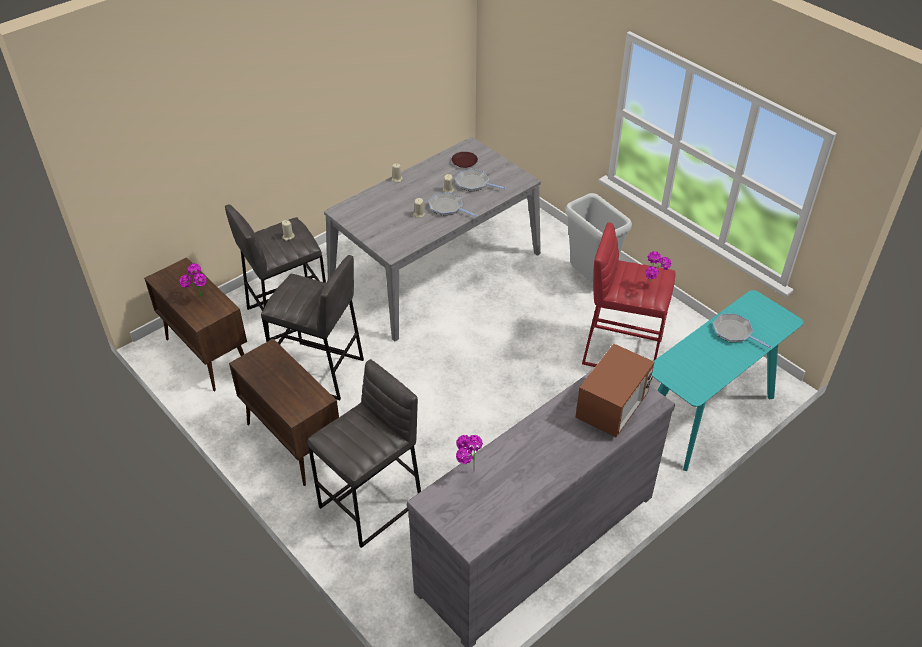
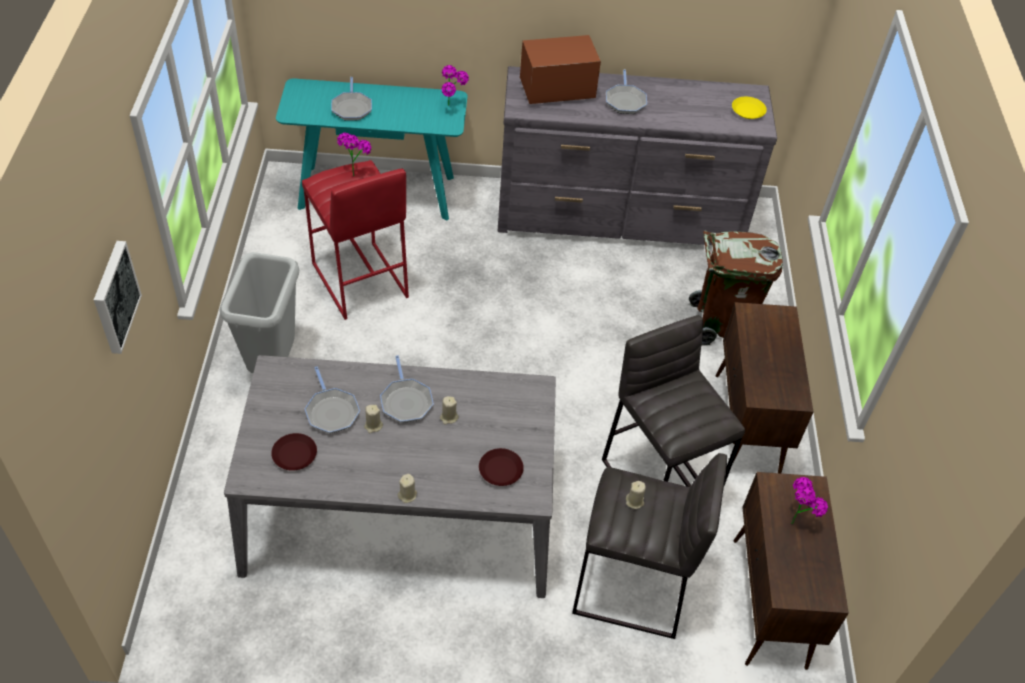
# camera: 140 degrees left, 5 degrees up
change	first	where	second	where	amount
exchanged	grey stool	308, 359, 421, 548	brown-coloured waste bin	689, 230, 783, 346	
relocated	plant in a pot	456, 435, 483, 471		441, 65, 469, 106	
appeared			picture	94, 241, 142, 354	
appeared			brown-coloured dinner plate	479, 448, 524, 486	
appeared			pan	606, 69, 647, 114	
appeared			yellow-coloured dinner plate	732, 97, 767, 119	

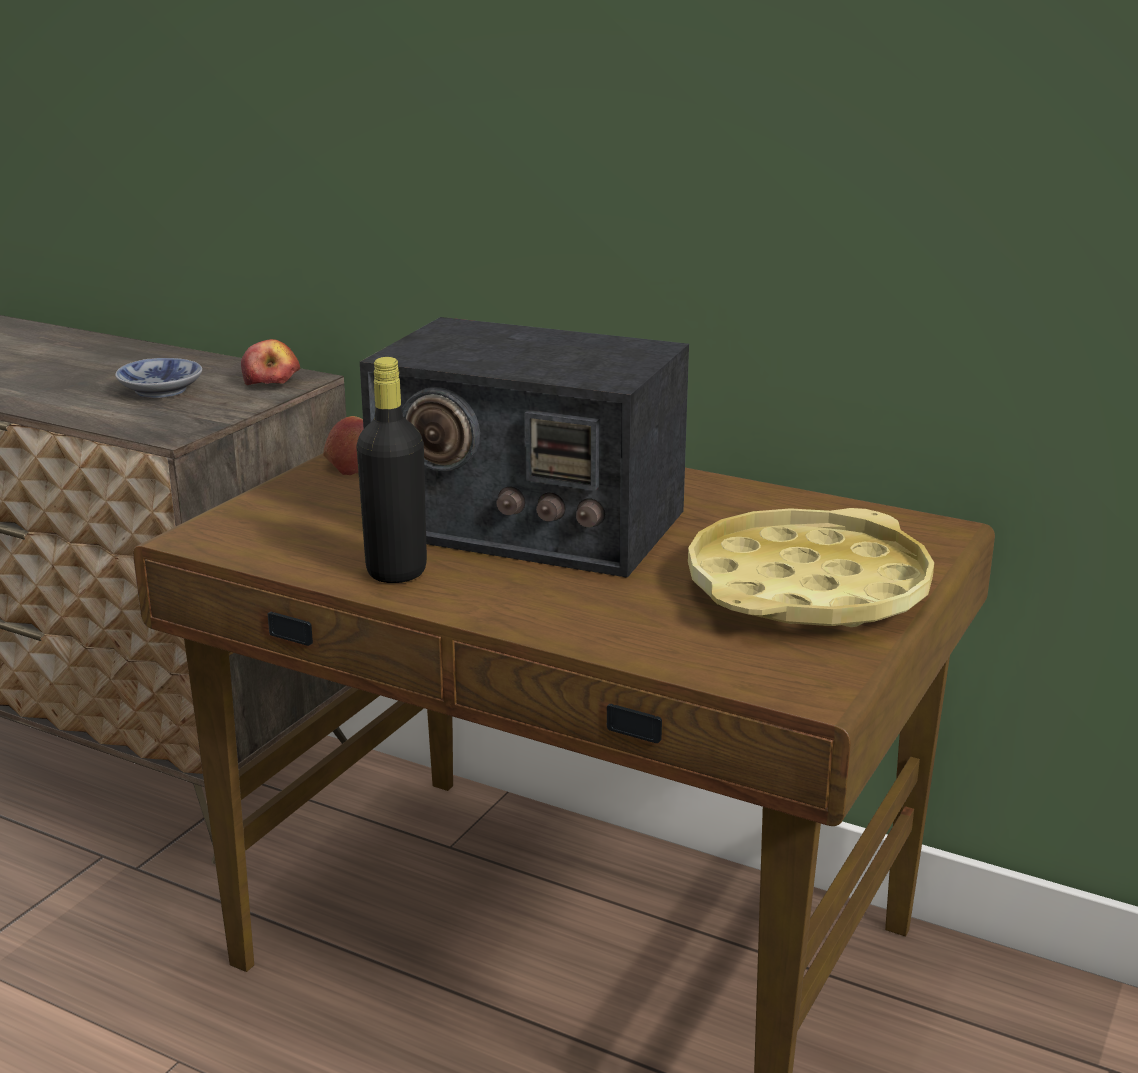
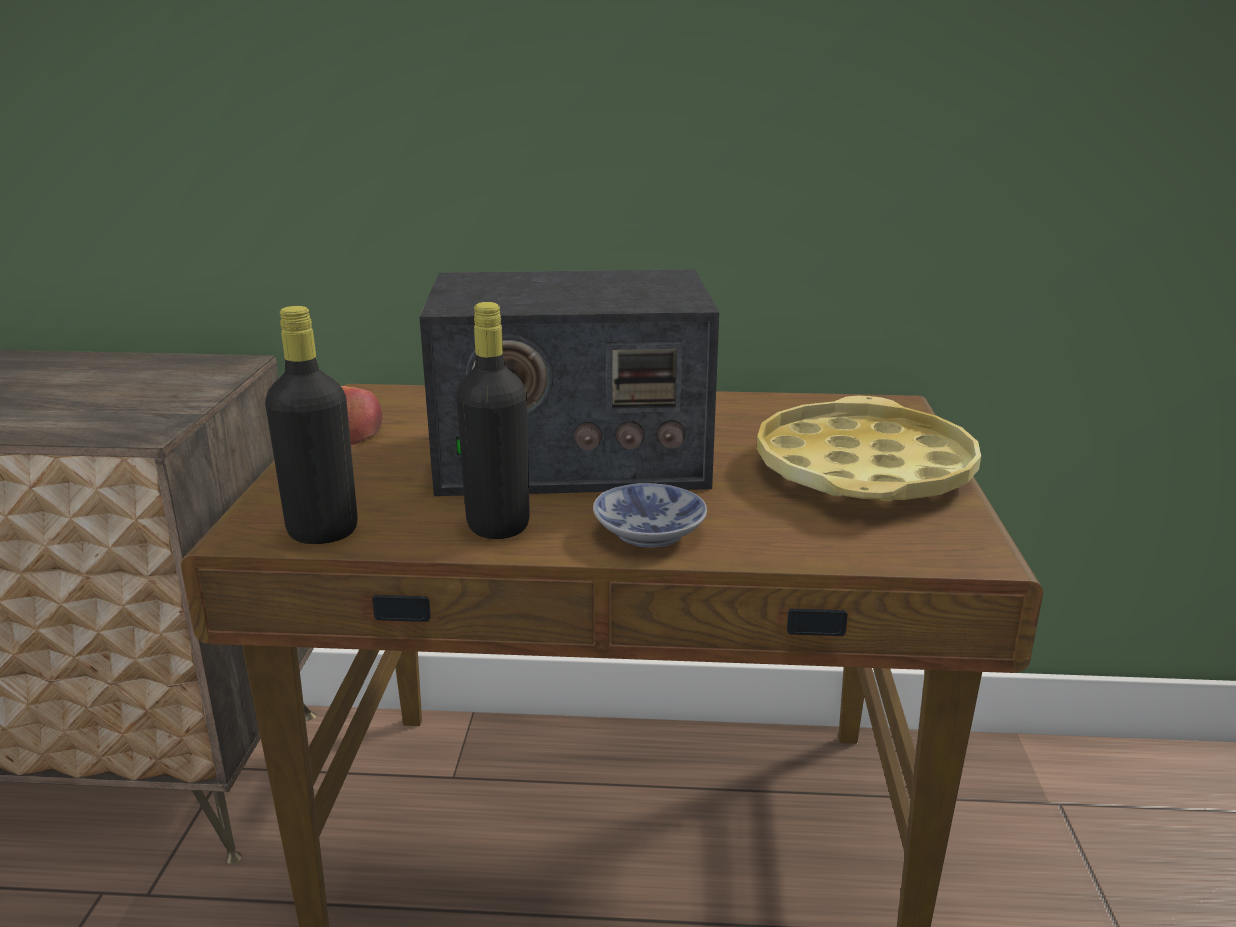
# camera: 25 degrees left, 0 degrees up
change	first	where	second	where	amount
relocated	deep dish	115, 358, 202, 398		593, 483, 707, 548	
missing	whole apple	241, 339, 300, 385			
appeared			blackish drink bottle	265, 306, 358, 544	

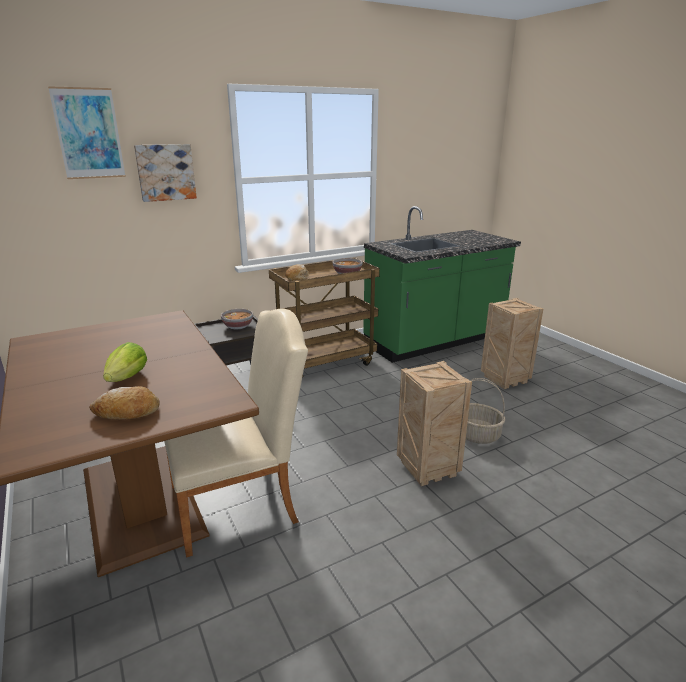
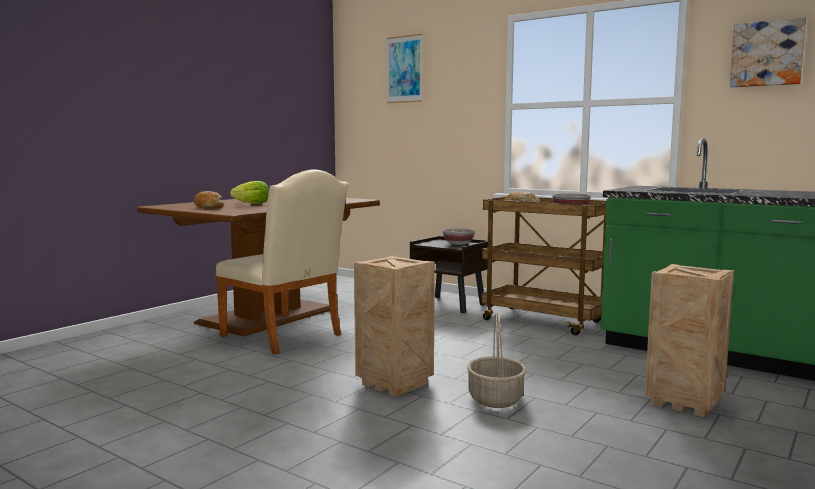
# camera: 65 degrees right, 15 degrees down
change	first	where	second	where	amount
relocated	picture	134, 144, 197, 202		730, 17, 806, 87	

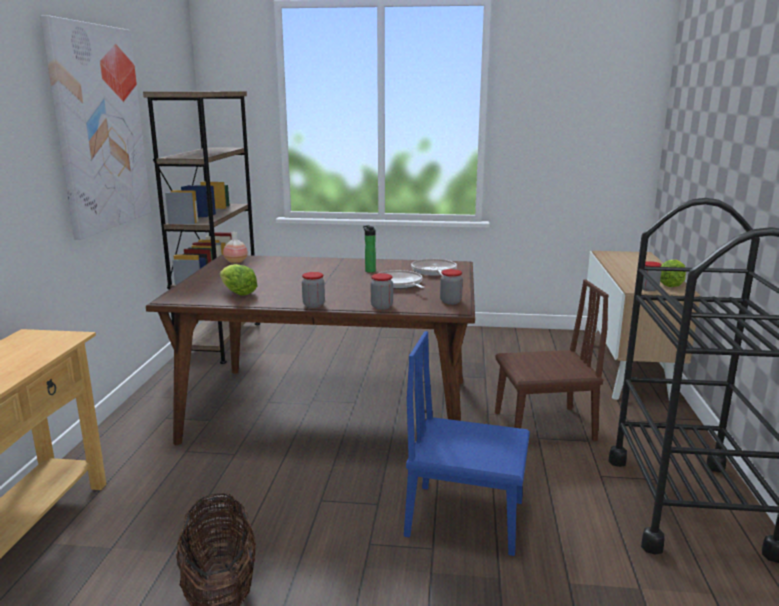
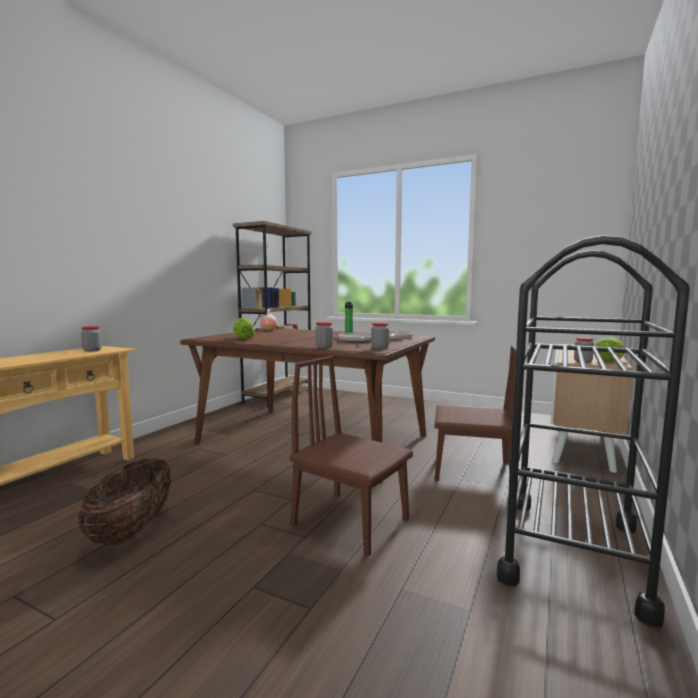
# camera: 20 degrees right, 10 degrees down
change	first	where	second	where	amount
missing	picture	40, 15, 151, 240			
relocated	storage jar	302, 272, 325, 308		81, 326, 102, 352	
colour	blue-coloured plain chair	404, 331, 530, 556	brown-coloured plain chair	290, 356, 413, 557	

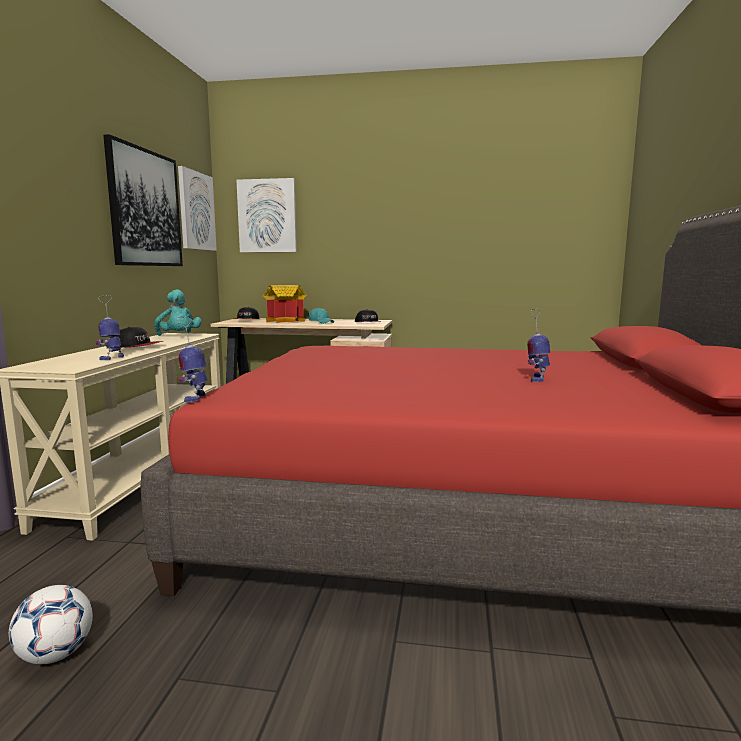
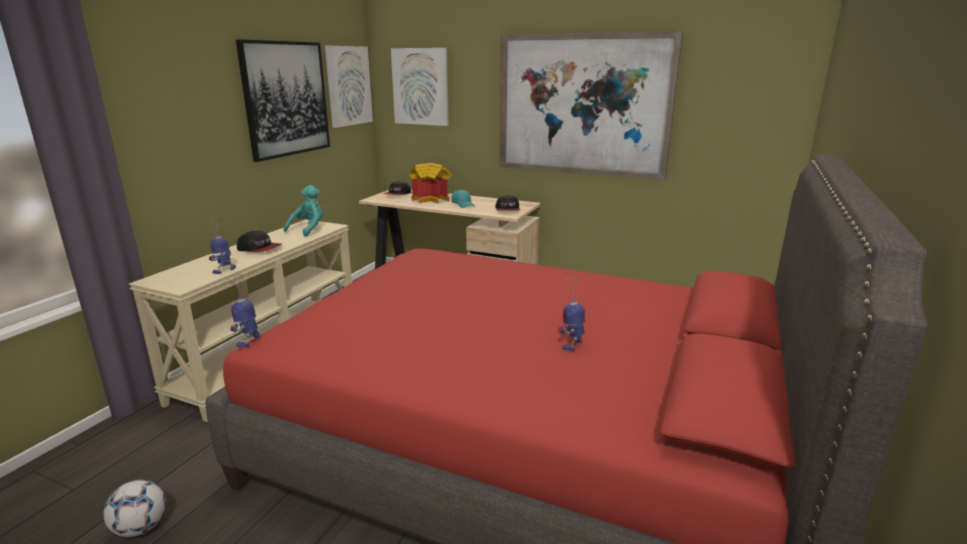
# camera: 15 degrees right, 10 degrees up
change	first	where	second	where	amount
spun	turquoise-coloured cuddly toy	154, 289, 202, 336		284, 185, 323, 237	135 degrees counterclockwise
appeared			picture	500, 31, 683, 180	

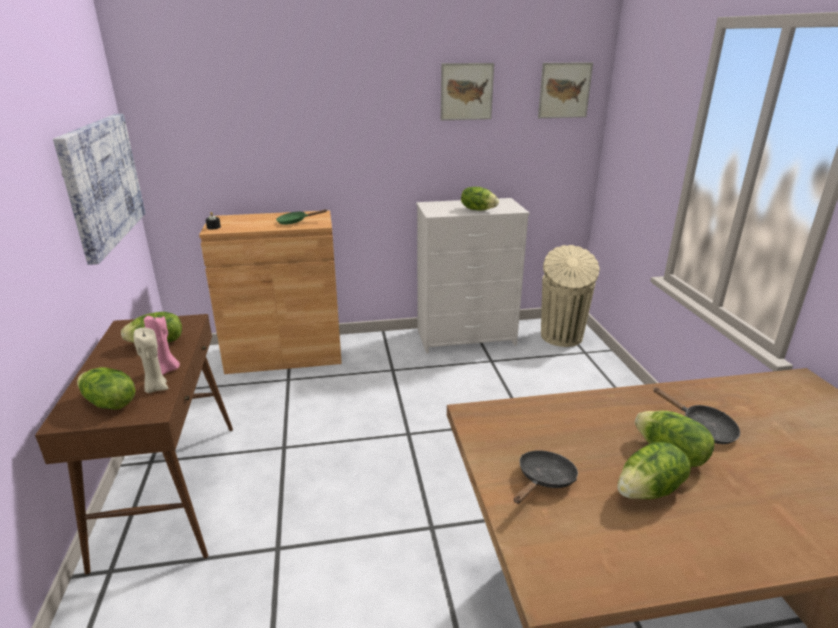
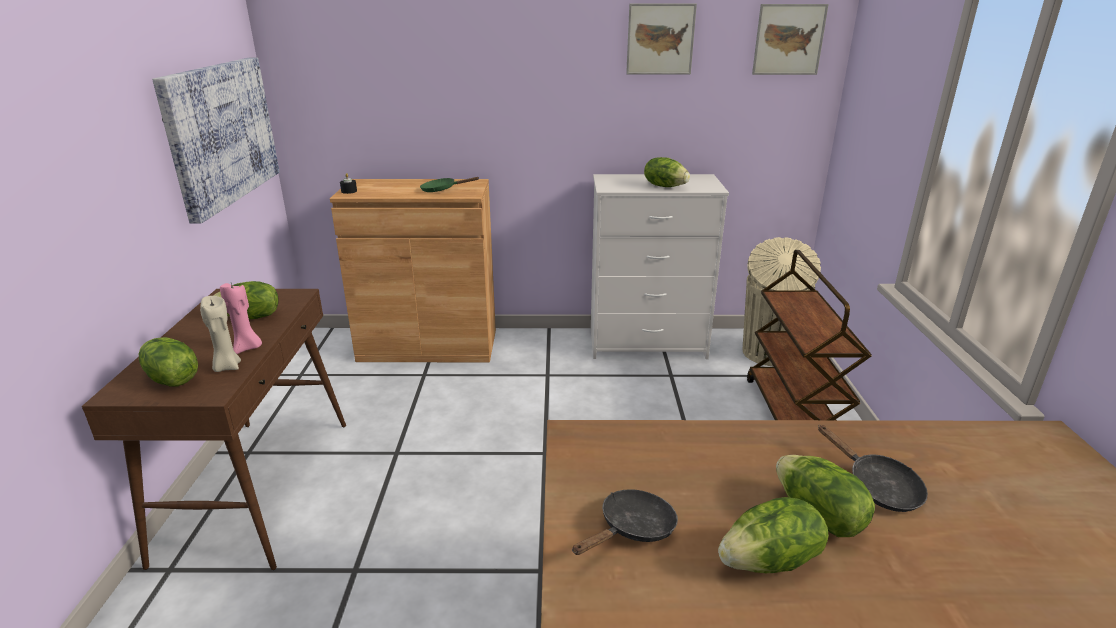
# camera: 10 degrees right, 0 degrees up
change	first	where	second	where	amount
appeared			brown-coloured cart	747, 250, 871, 420	

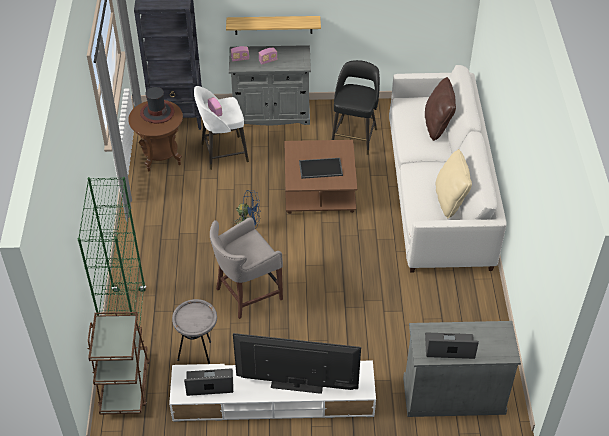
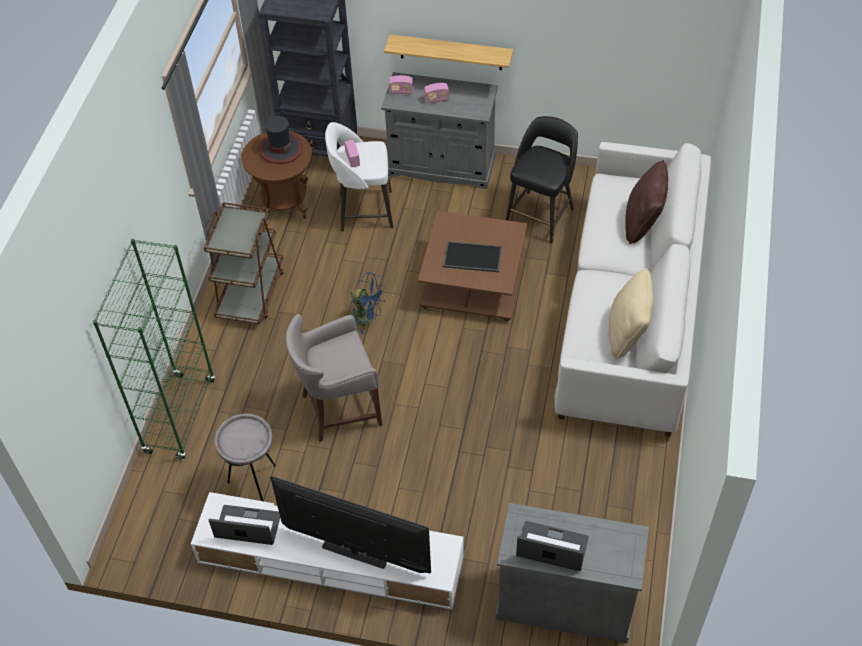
# camera: 15 degrees right, 5 degrees up
change	first	where	second	where	amount
relocated	brown-coloured cart	88, 312, 150, 415		204, 202, 284, 324	

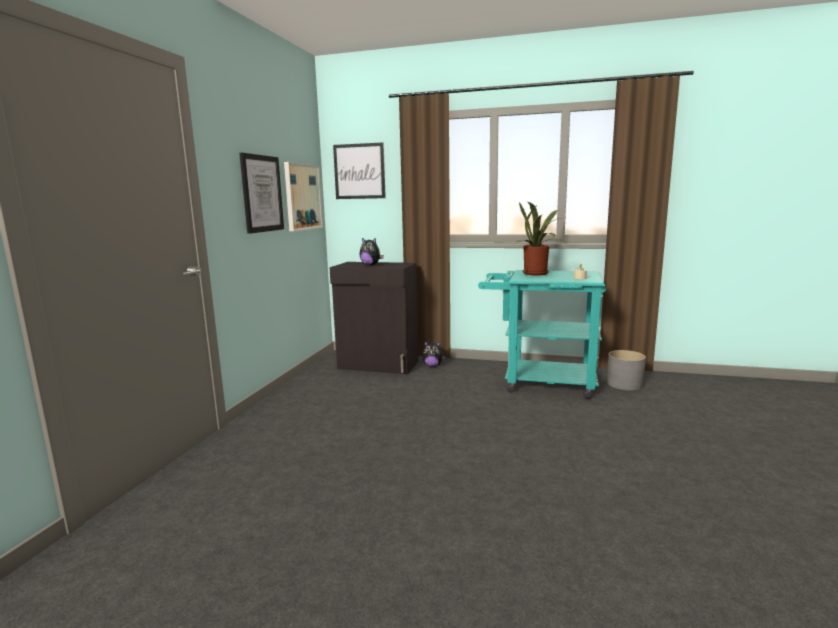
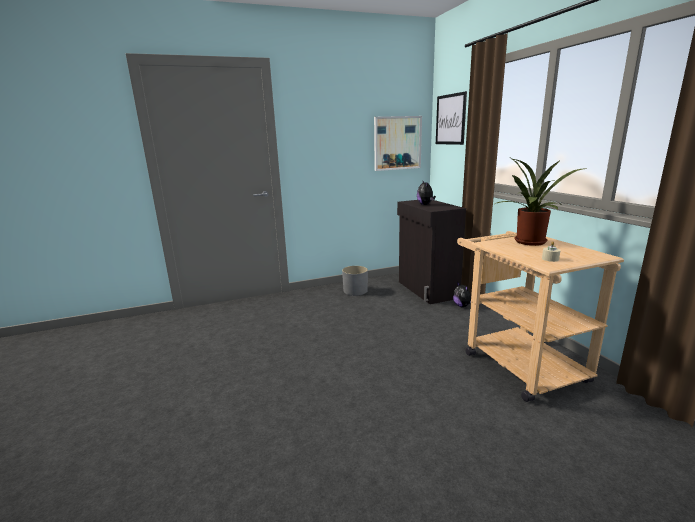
# camera: 55 degrees right, 5 degrees up
change	first	where	second	where	amount
missing	picture	239, 153, 284, 234			
colour	turquoise-coloured cart	478, 270, 606, 399	beige cart	457, 231, 624, 402	
relocated	grey flower pot	607, 350, 646, 391		342, 266, 368, 296	

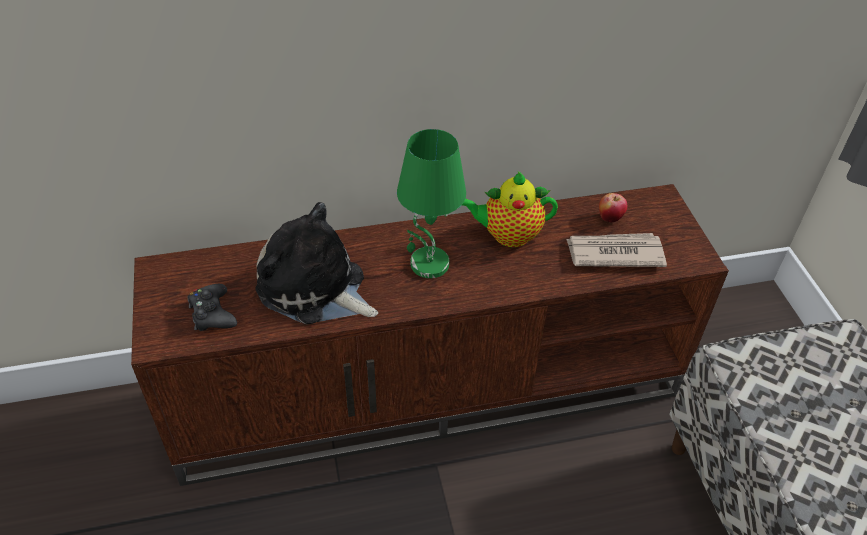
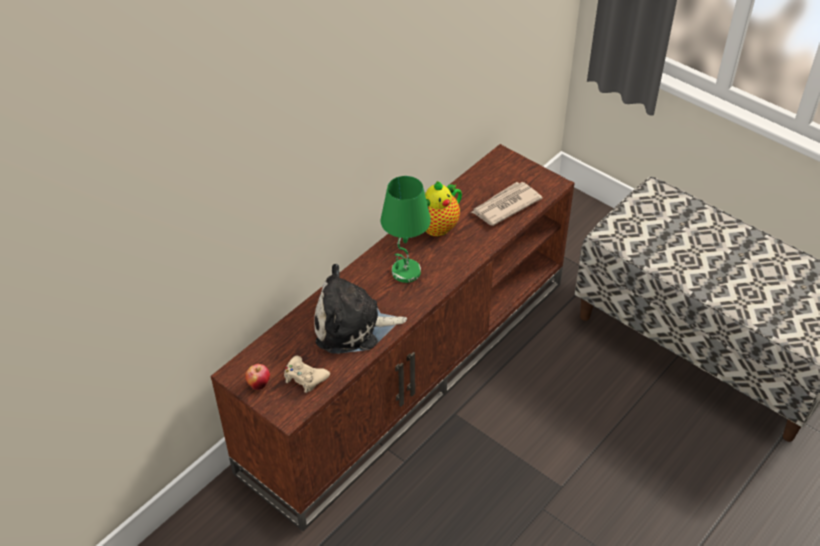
# camera: 35 degrees left, 0 degrees up
change	first	where	second	where	amount
colour	blackish joypad	188, 284, 237, 331	beige joypad	284, 355, 330, 393	
relocated	whole apple	599, 193, 627, 223		245, 364, 270, 390	

